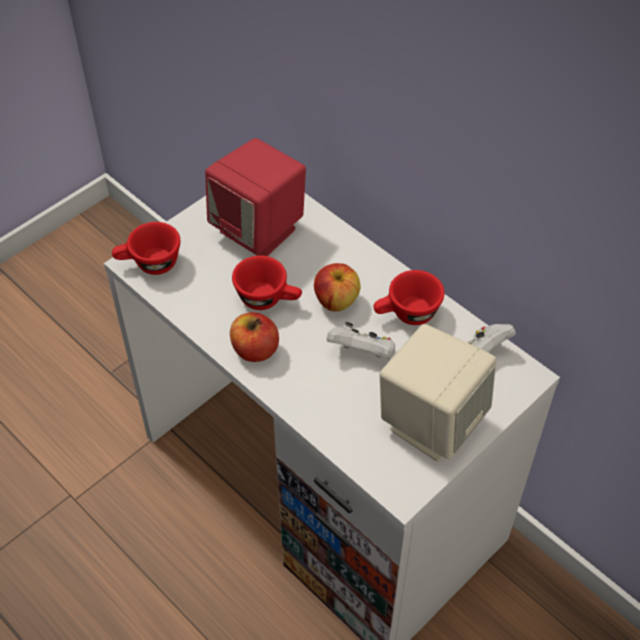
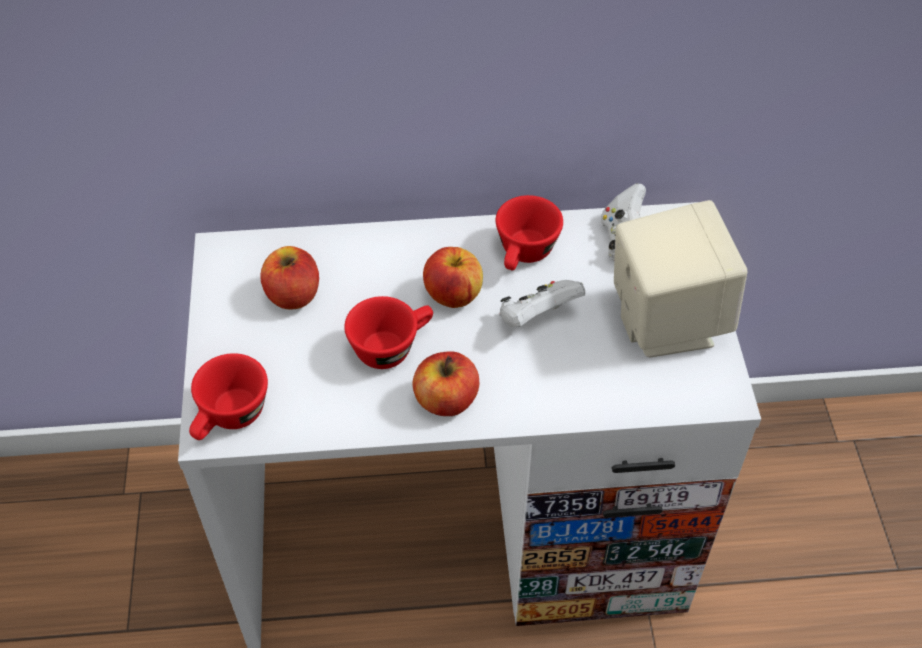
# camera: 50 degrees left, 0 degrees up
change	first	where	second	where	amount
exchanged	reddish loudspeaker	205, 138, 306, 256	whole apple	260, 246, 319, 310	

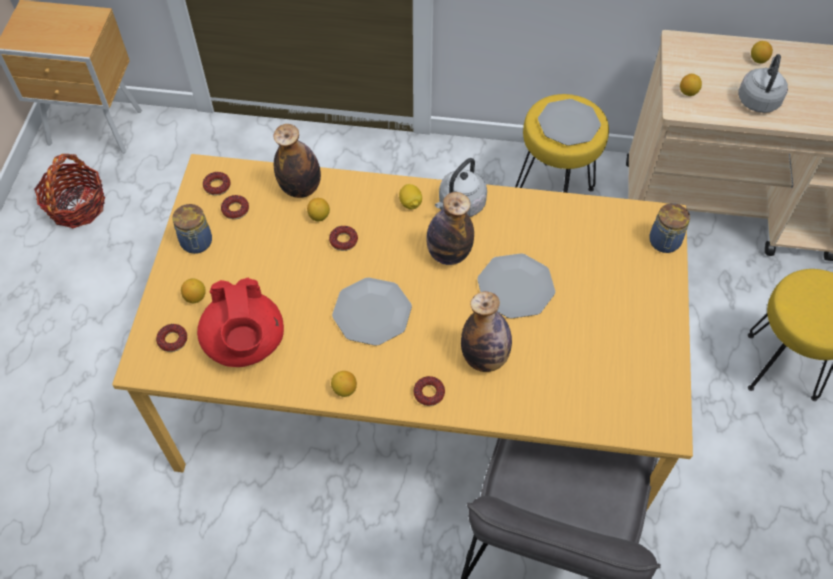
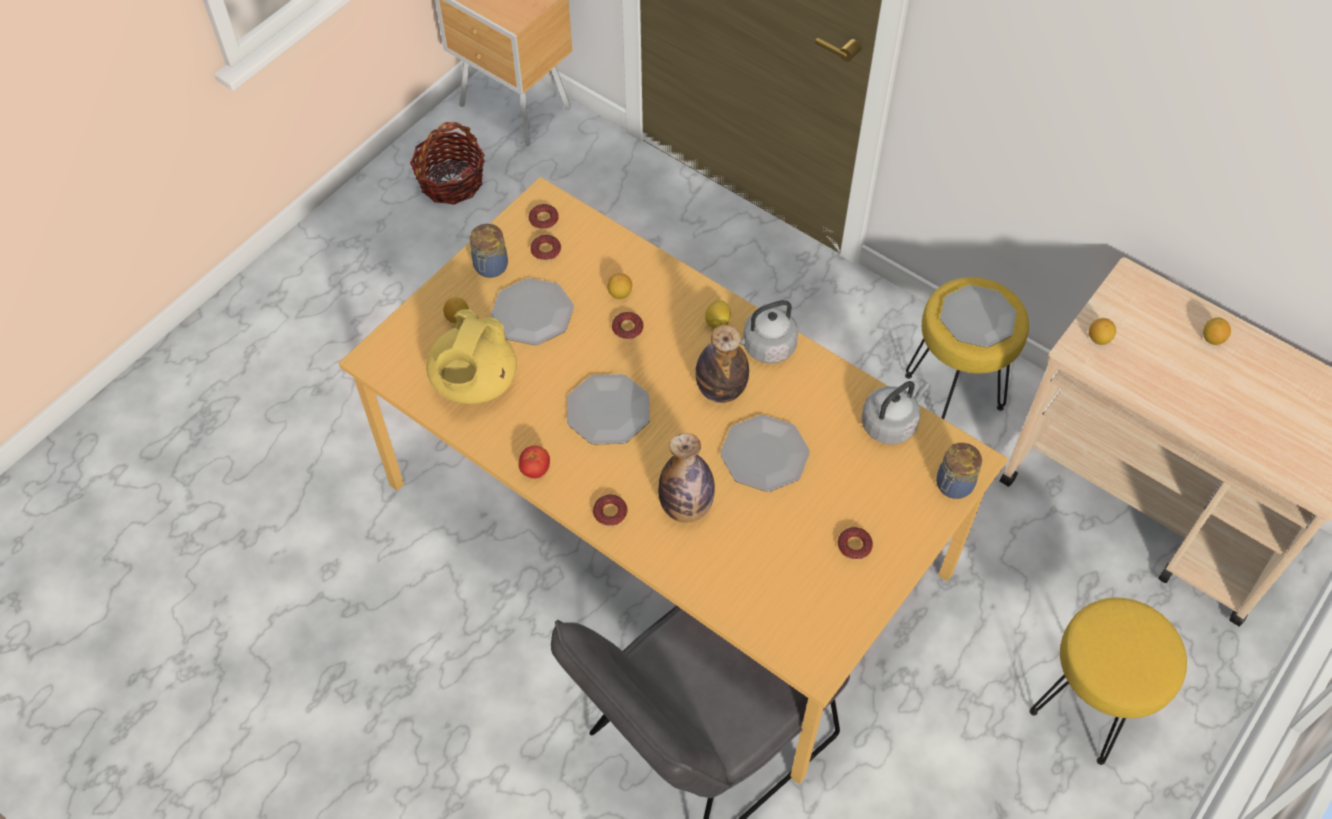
# camera: 30 degrees right, 0 degrees up
change	first	where	second	where	amount
relocated	ring doughnut	156, 324, 187, 352		838, 527, 873, 560	
colour	reddish teapot	197, 278, 284, 367	yellow-coloured teapot	426, 309, 517, 404	
missing	drink bottle	274, 124, 321, 198			
exchanged	lemon	331, 371, 357, 397	tomato	518, 446, 550, 478	
relocated	grey kettle	739, 54, 788, 113		862, 381, 930, 444	
appeared			dinner plate	490, 278, 574, 345	

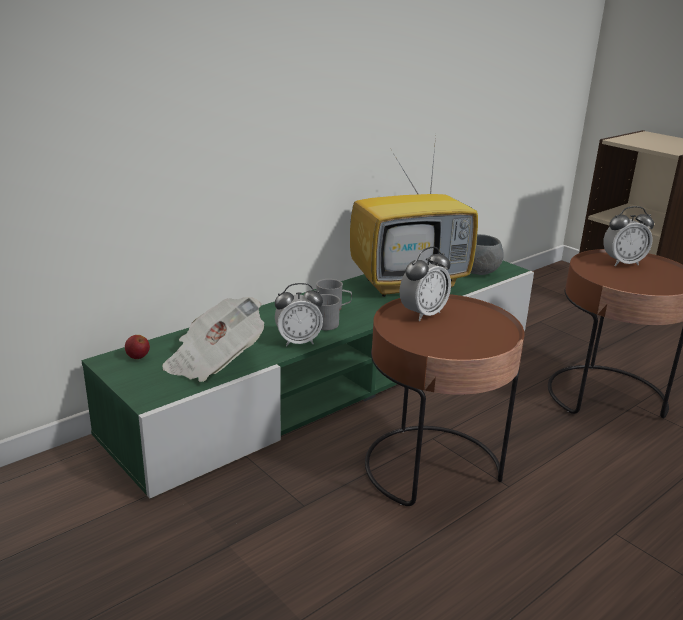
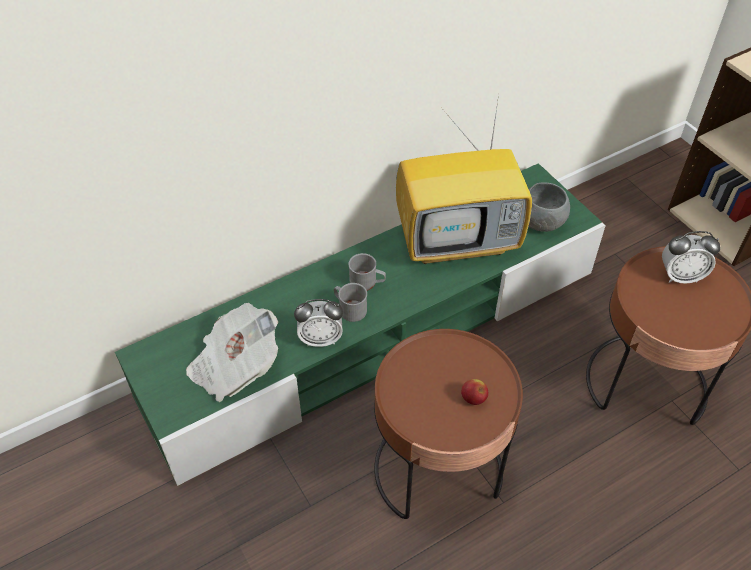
# camera: 10 degrees right, 25 degrees up
change	first	where	second	where	amount
relocated	whole apple	125, 335, 150, 359		461, 379, 489, 405	
missing	bedside clock	399, 247, 451, 321			

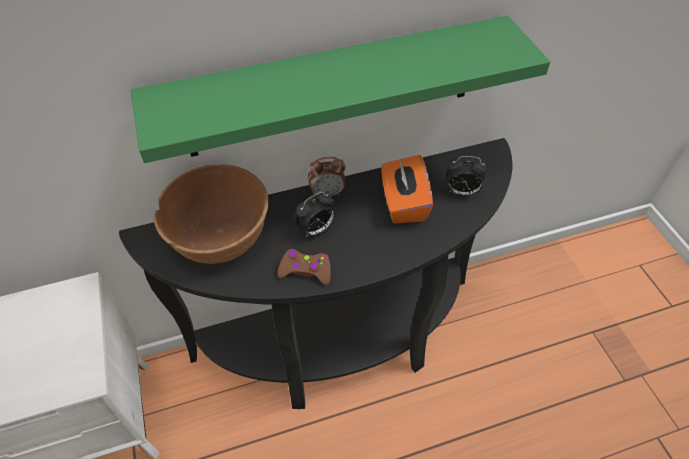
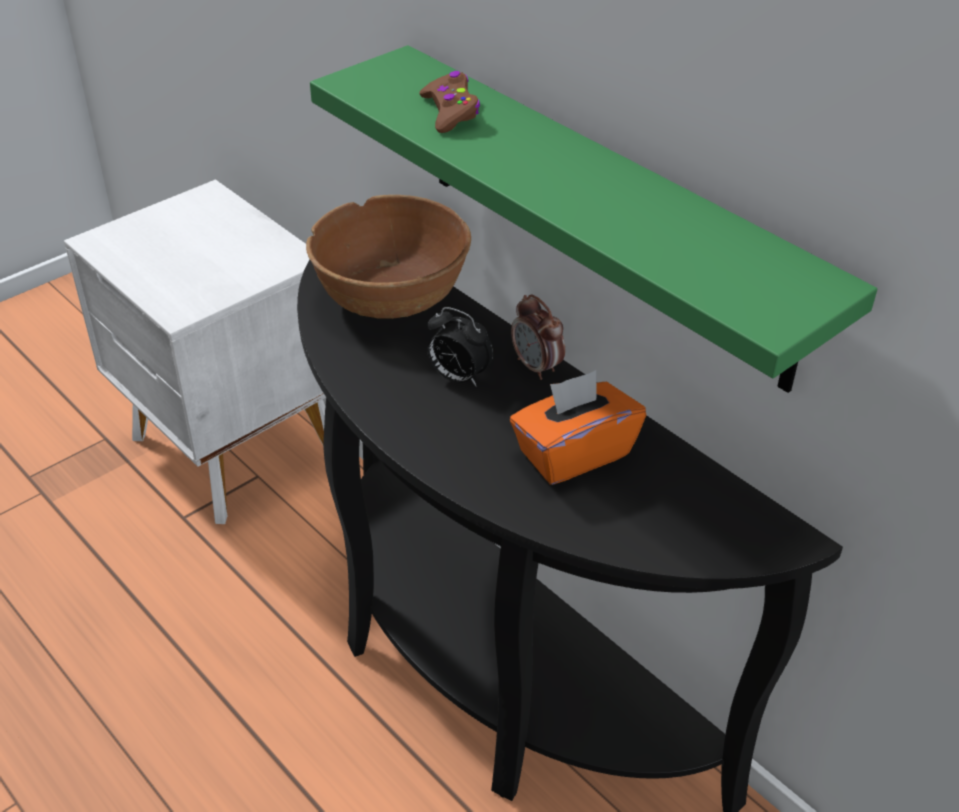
# camera: 65 degrees right, 10 degrees down
change	first	where	second	where	amount
relocated	brown-coloured joypad	277, 249, 331, 285		419, 71, 480, 133	
missing	bedside clock	446, 156, 488, 196			

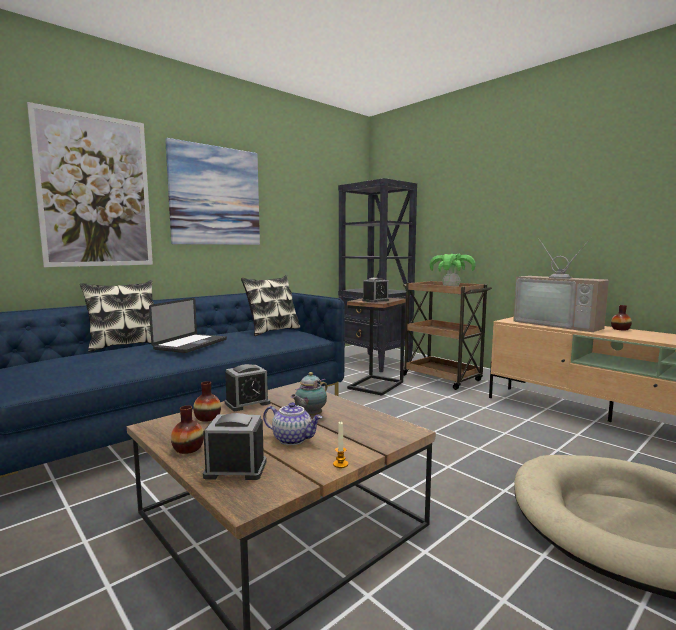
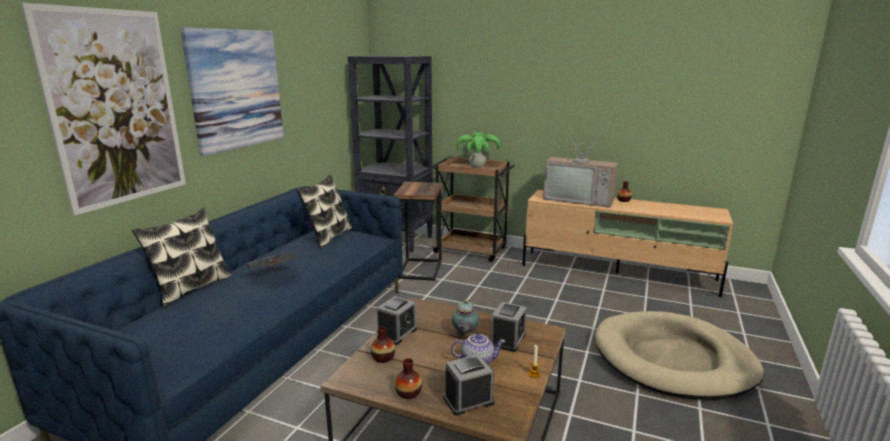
# camera: 25 degrees left, 10 degrees up
change	first	where	second	where	amount
exchanged	portable computer	149, 298, 227, 353	printed paper	244, 254, 298, 269	
relocated	bedside clock	362, 278, 389, 303		491, 302, 527, 352	

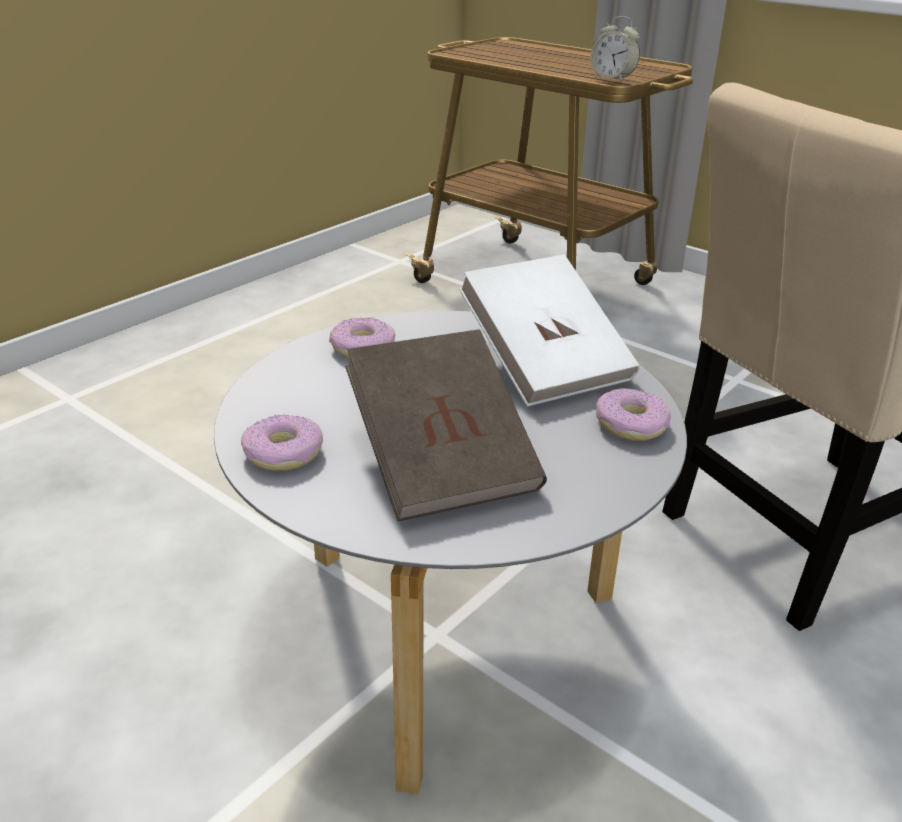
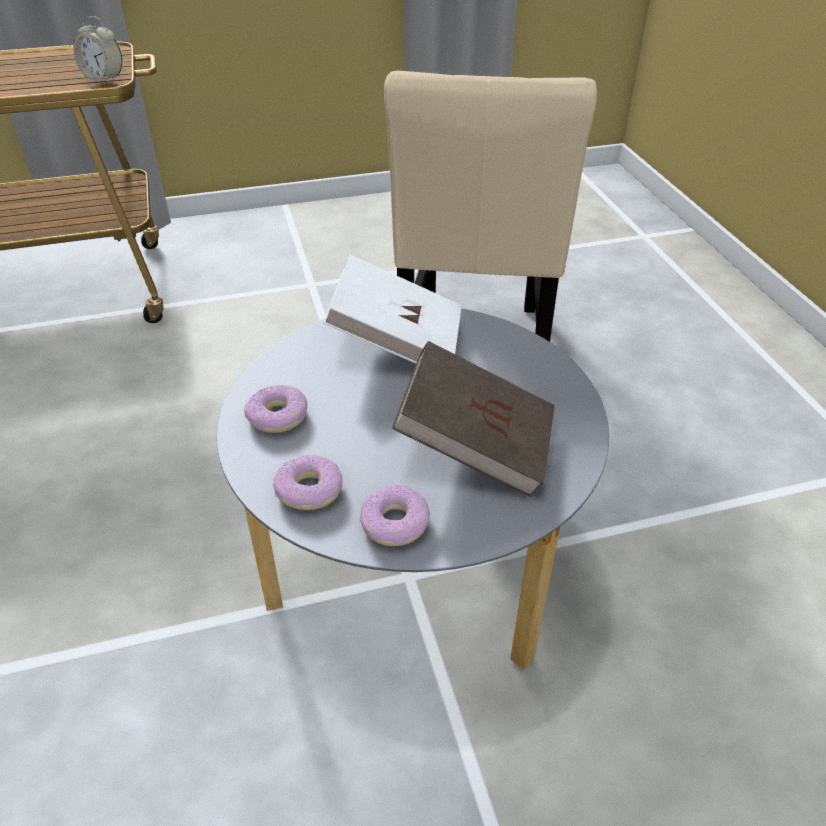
# camera: 55 degrees left, 10 degrees up
change	first	where	second	where	amount
spun	bedside clock	590, 16, 640, 82		73, 16, 122, 84	45 degrees clockwise
relocated	ring doughnut	596, 388, 671, 441		273, 455, 342, 510	

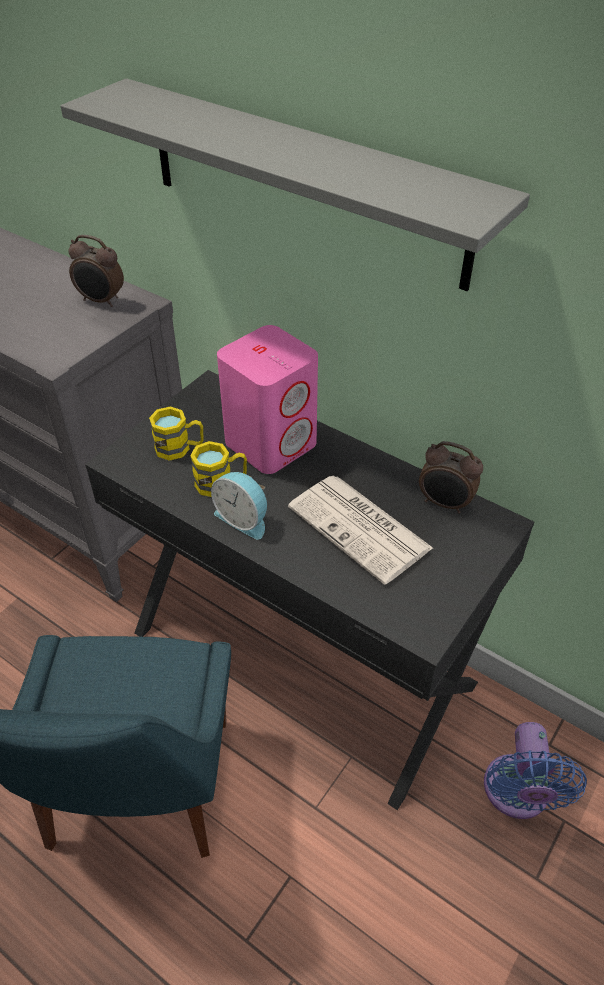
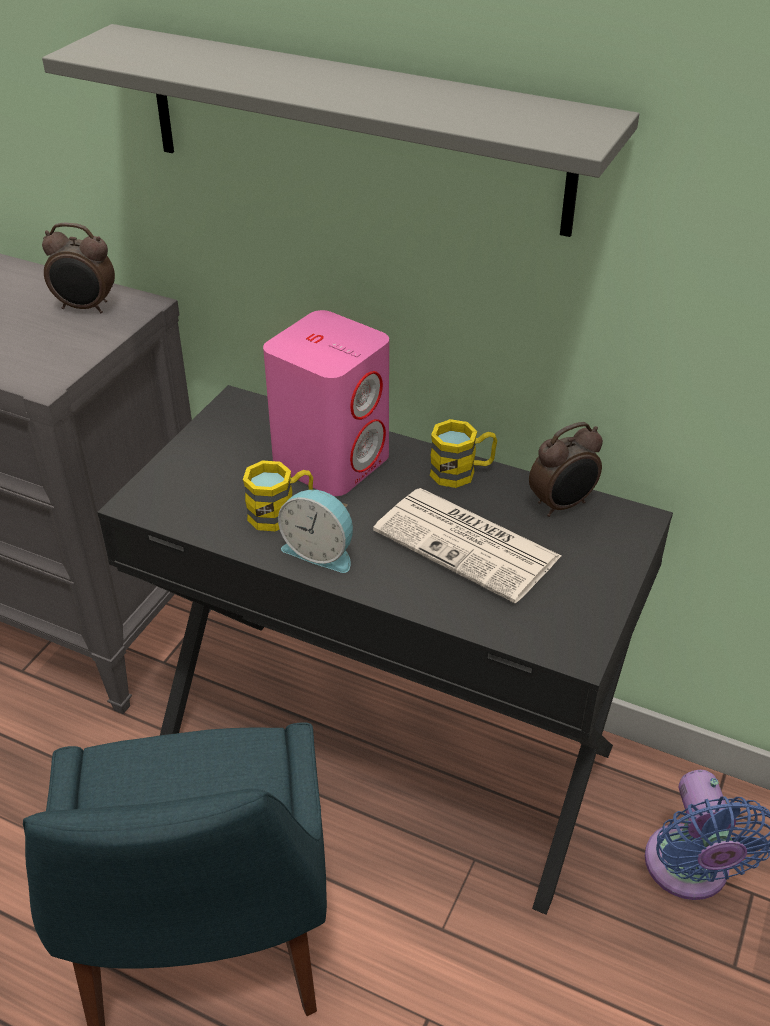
# camera: 10 degrees left, 5 degrees down
change	first	where	second	where	amount
relocated	yellow-coloured tea mug	149, 406, 204, 461		430, 419, 497, 488	
spun	bedside clock	419, 441, 483, 514		529, 422, 603, 517	45 degrees counterclockwise

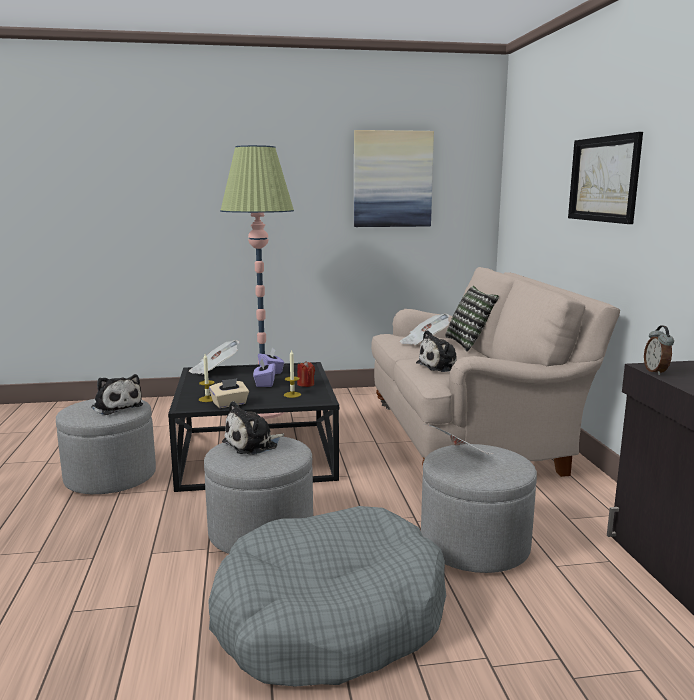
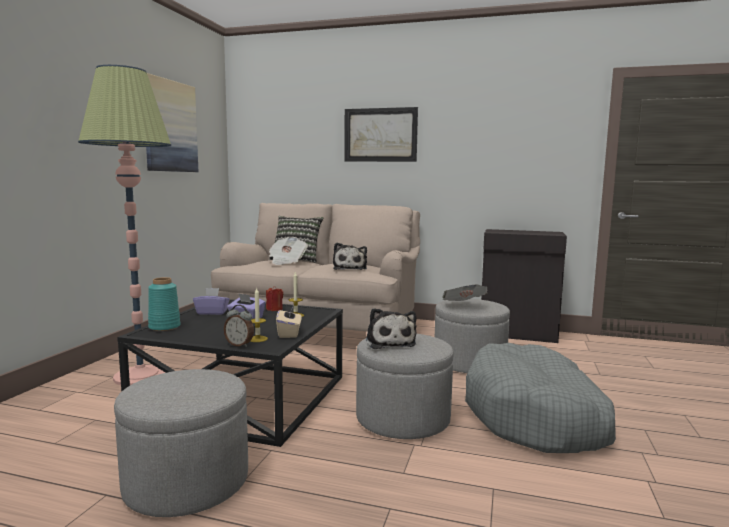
# camera: 65 degrees left, 5 degrees down
change	first	where	second	where	amount
missing	cuddly toy	91, 374, 143, 415			
exchanged	printed paper	189, 340, 240, 375	turquoise-coloured decorative vase	148, 277, 181, 331	
relocated	bedside clock	644, 325, 674, 375		224, 305, 254, 347	

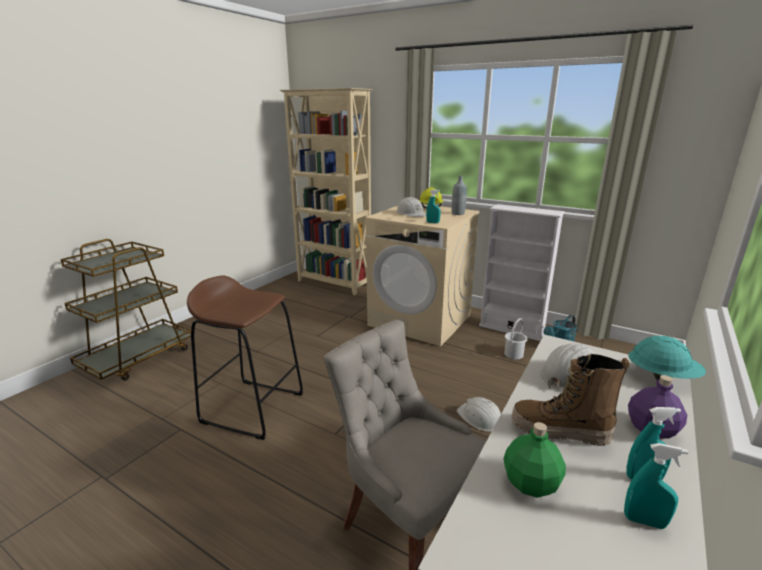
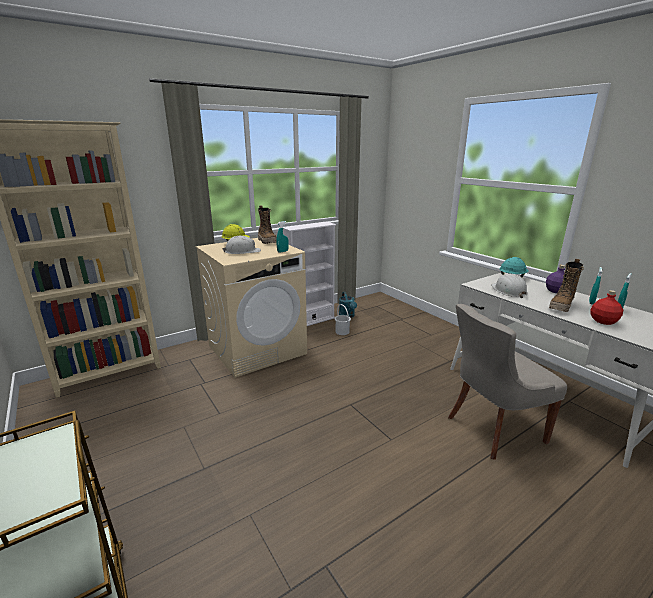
# camera: 65 degrees left, 0 degrees up
change	first	where	second	where	amount
missing	brown-coloured stool	187, 275, 303, 440			
exchanged	grey drink bottle	452, 176, 467, 215	boot	258, 206, 277, 244	
missing	white-coloured safety helmet	457, 397, 501, 432			
colour	greenish drink bottle	503, 422, 566, 498	reddish drink bottle	590, 290, 623, 325	

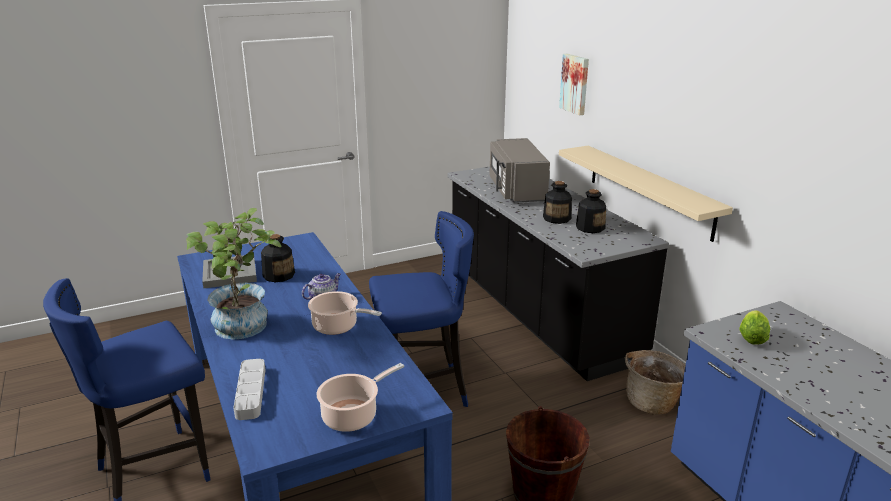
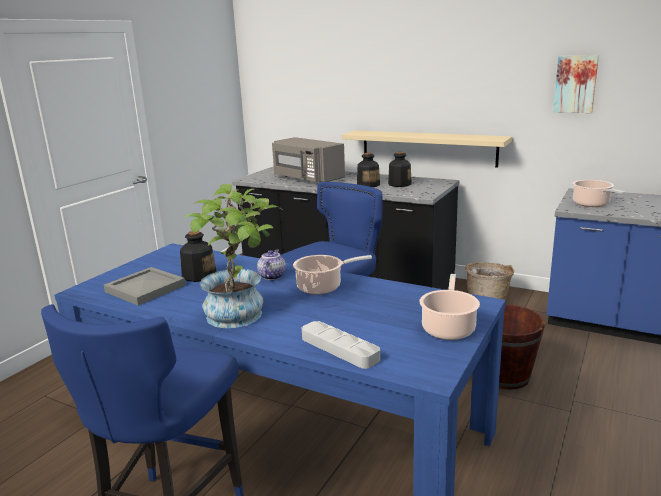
# camera: 35 degrees left, 5 degrees down
change	first	where	second	where	amount
relocated	picture	559, 54, 589, 115		553, 55, 599, 113	
exchanged	head of lettuce	739, 310, 770, 345	stockpot	572, 180, 625, 207	

